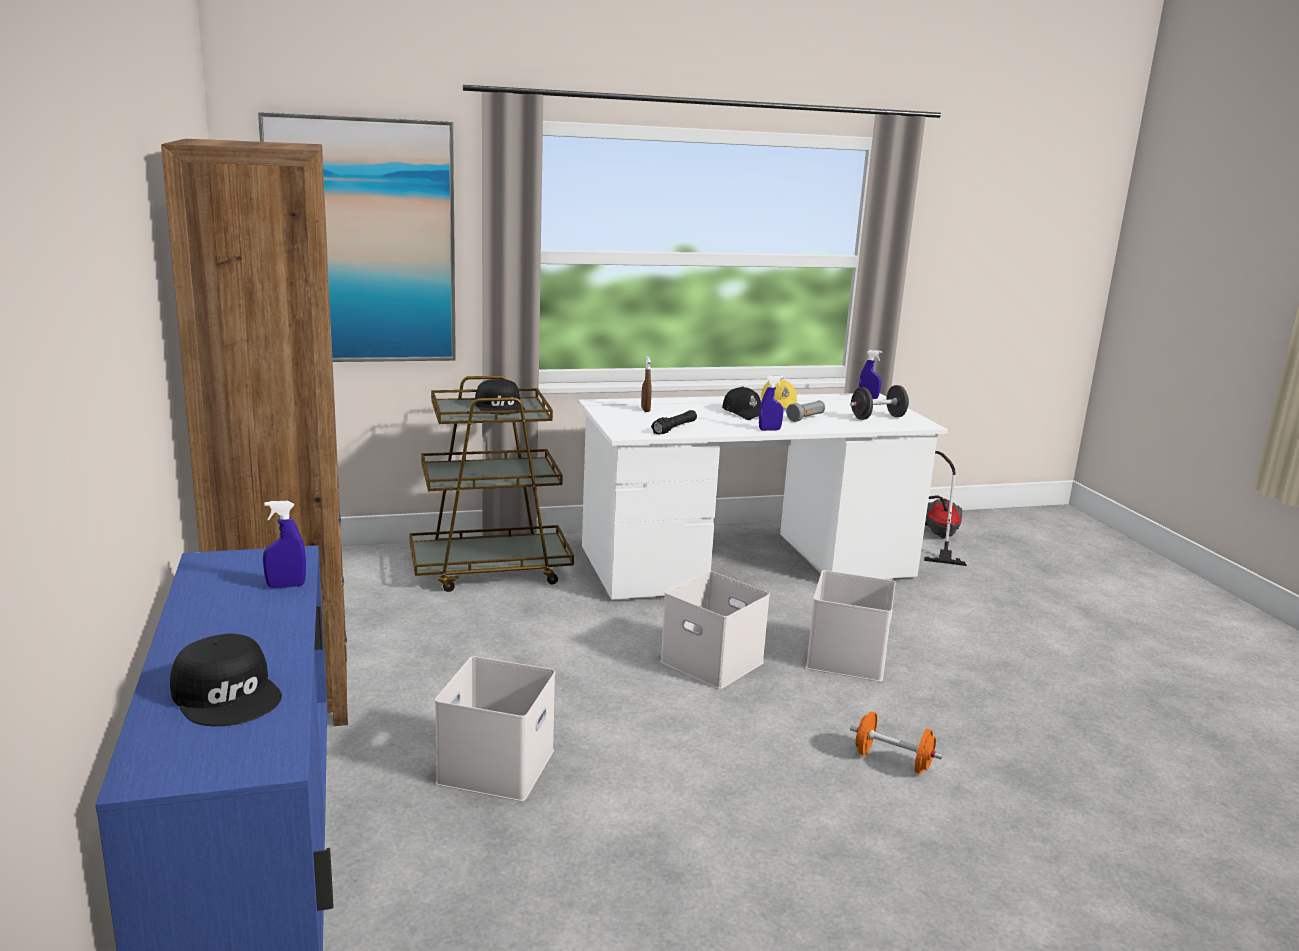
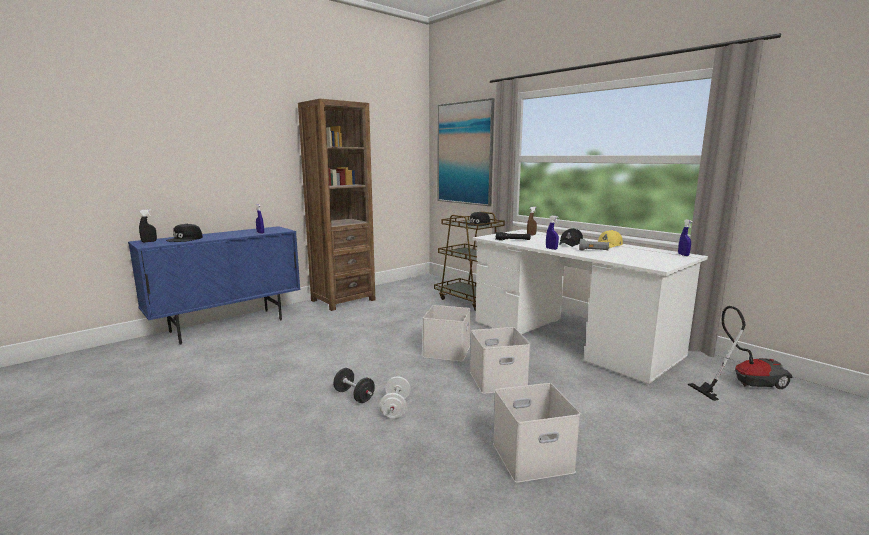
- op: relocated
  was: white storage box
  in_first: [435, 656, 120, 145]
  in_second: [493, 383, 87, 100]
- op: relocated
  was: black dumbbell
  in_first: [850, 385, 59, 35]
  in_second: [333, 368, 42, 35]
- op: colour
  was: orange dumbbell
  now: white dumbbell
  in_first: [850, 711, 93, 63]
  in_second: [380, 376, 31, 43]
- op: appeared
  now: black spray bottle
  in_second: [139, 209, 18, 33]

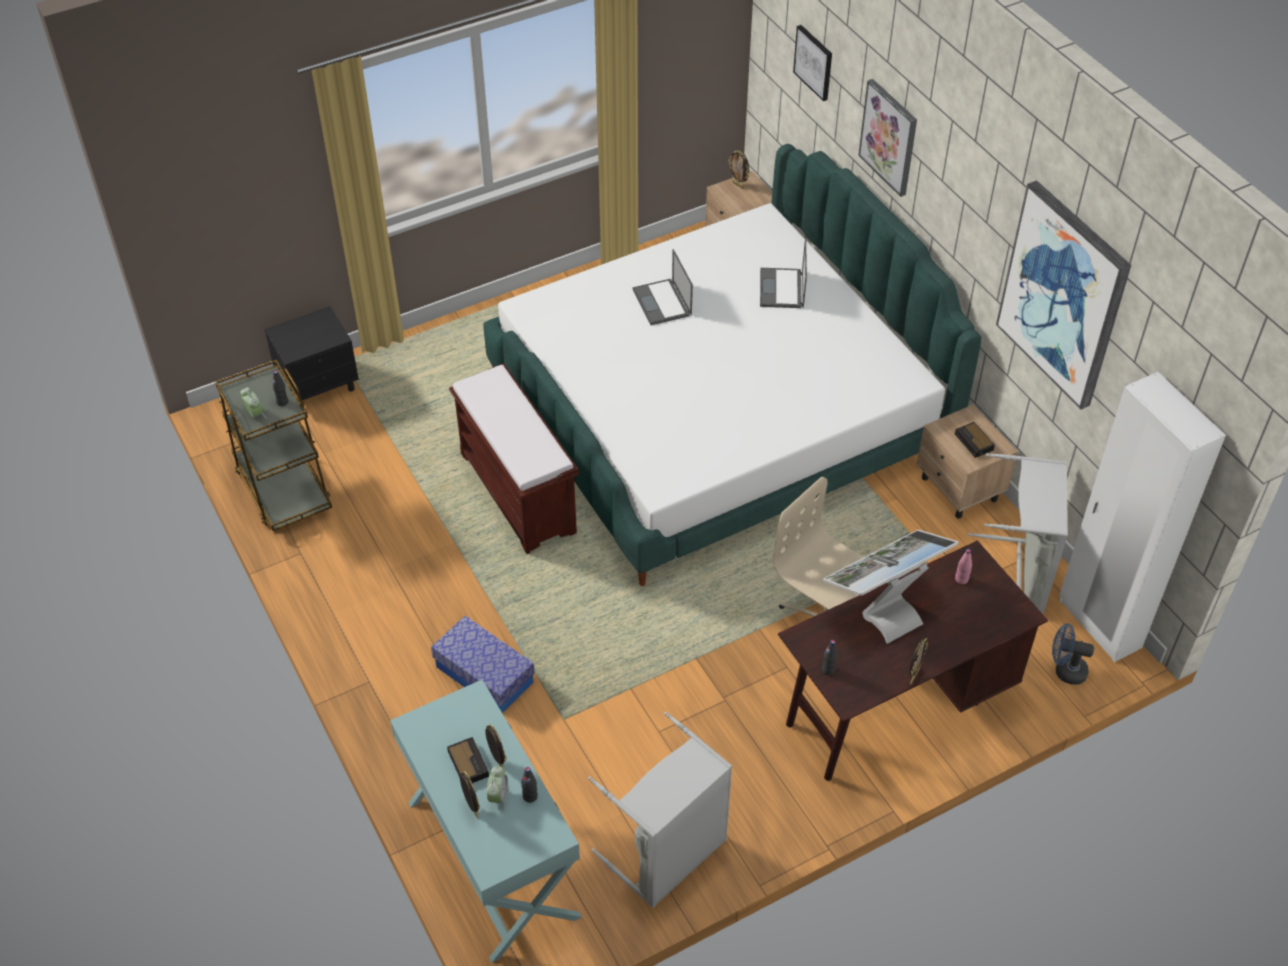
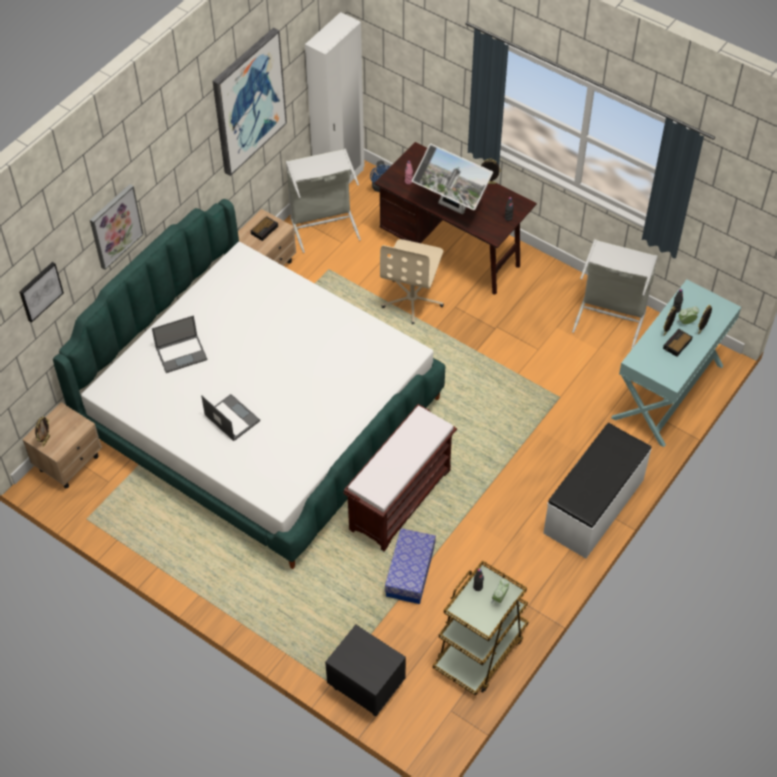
- op: relocated
  was: storage box
  in_first: [431, 616, 104, 97]
  in_second: [385, 528, 51, 76]
- op: spun
  was: laptop
  in_first: [632, 249, 61, 76]
  in_second: [201, 394, 59, 47]
  clockwise: -90
- op: appeared
  now: white bench
  in_second: [543, 423, 108, 136]

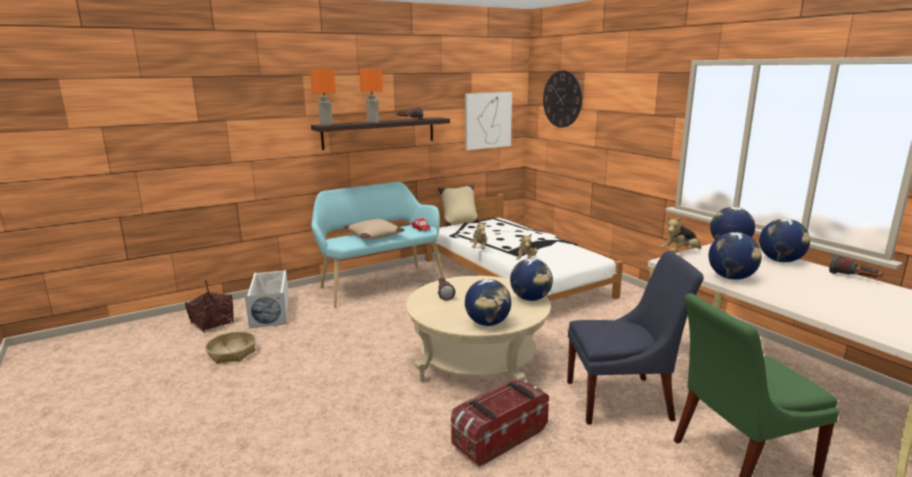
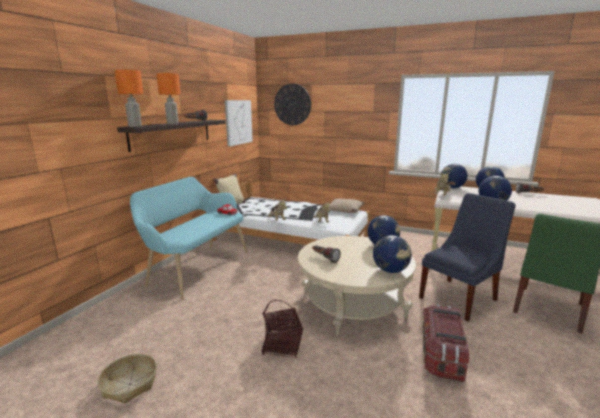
- op: relocated
  was: basket
  in_first: [185, 280, 49, 53]
  in_second: [262, 300, 41, 58]
- op: missing
  was: white storage box
  in_first: [245, 270, 44, 58]
- op: relocated
  was: beige pillow
  in_first: [344, 219, 61, 21]
  in_second: [329, 199, 36, 14]

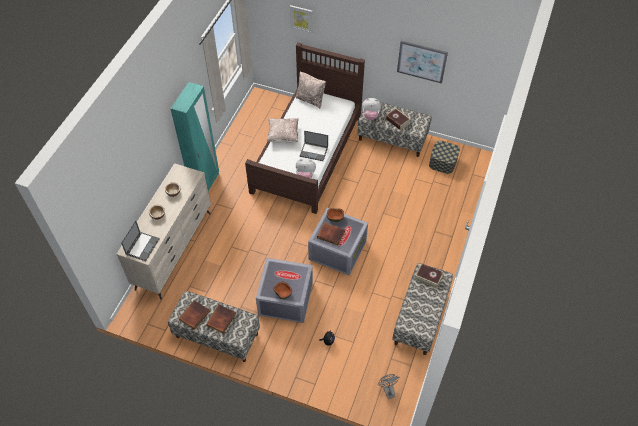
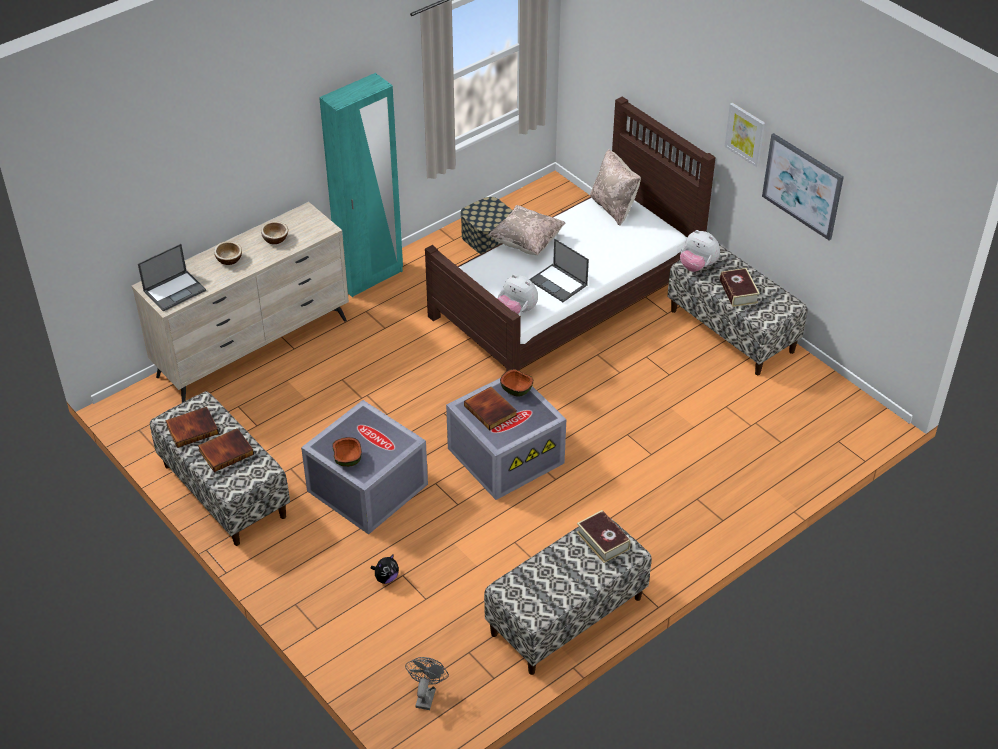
- op: relocated
  was: picture
  in_first: [290, 5, 23, 28]
  in_second: [724, 103, 41, 64]
- op: relocated
  was: storage box
  in_first: [429, 141, 31, 33]
  in_second: [460, 197, 53, 57]

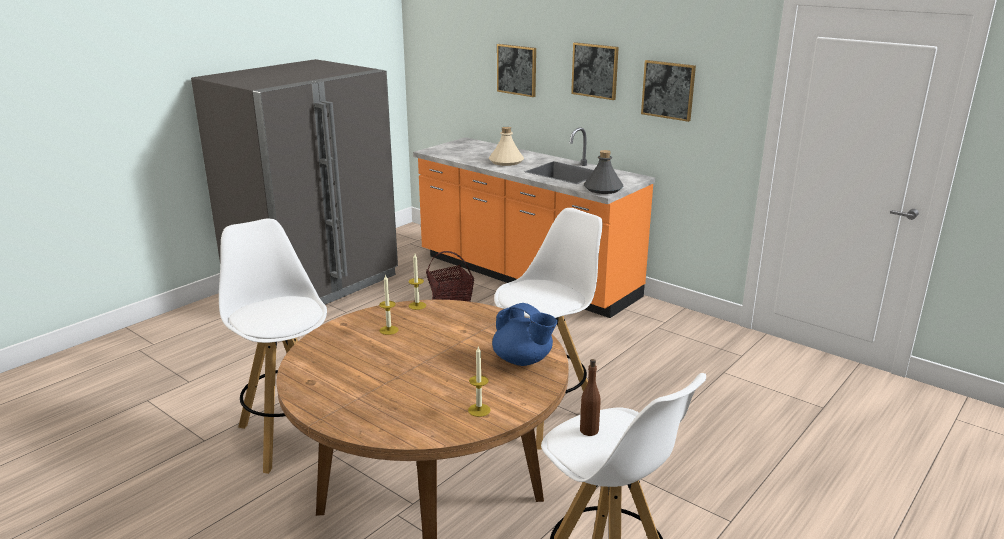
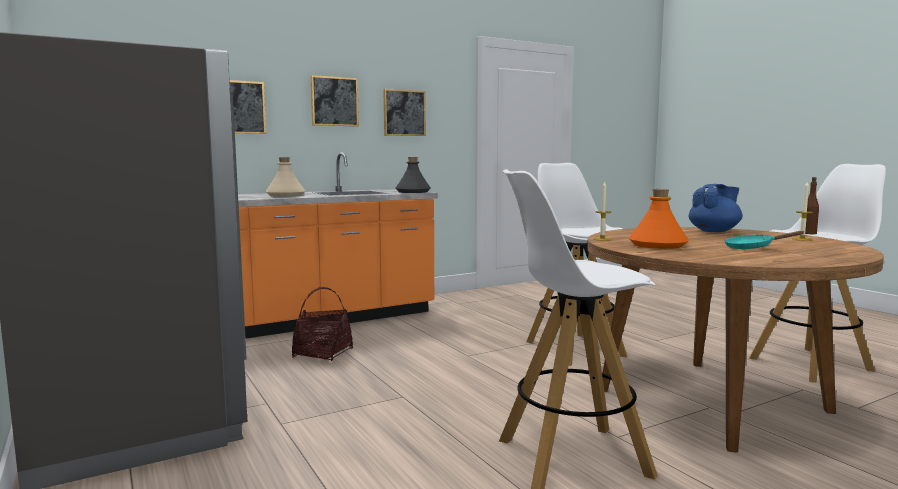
- op: exchanged
  was: candle
  now: orange bottle
  in_first: [379, 274, 20, 61]
  in_second: [629, 189, 60, 60]
- op: appeared
  now: turquoise frying pan
  in_second: [725, 231, 80, 18]

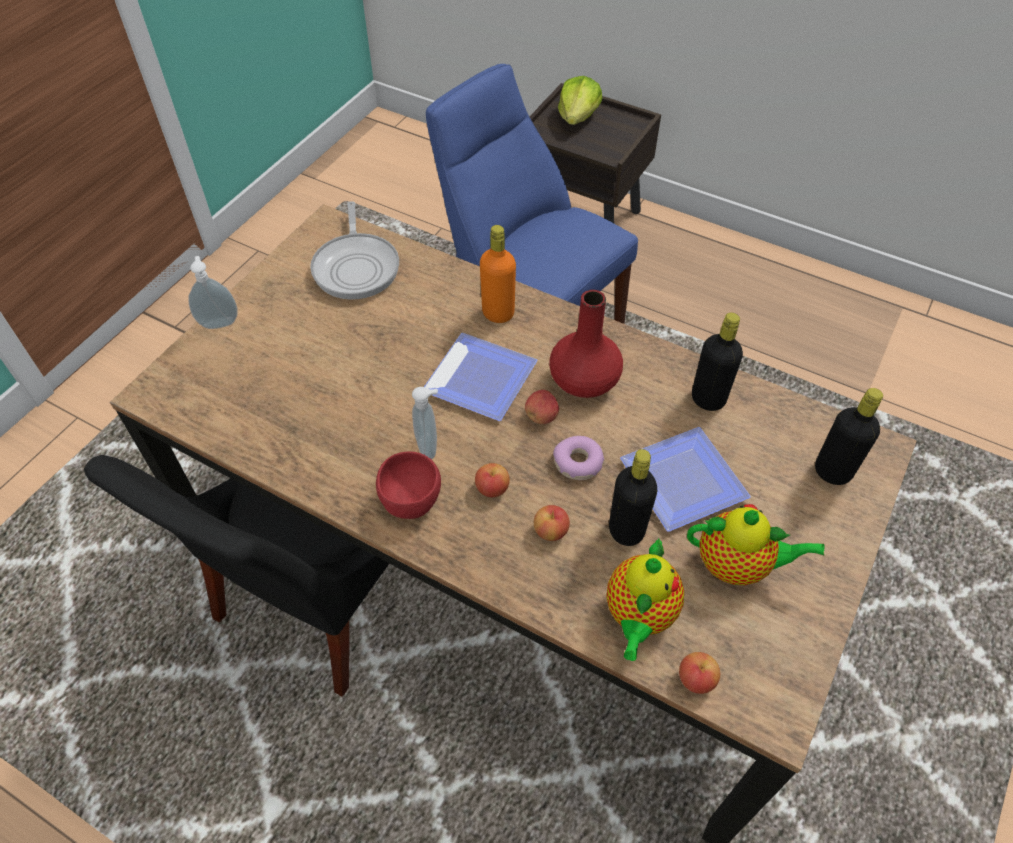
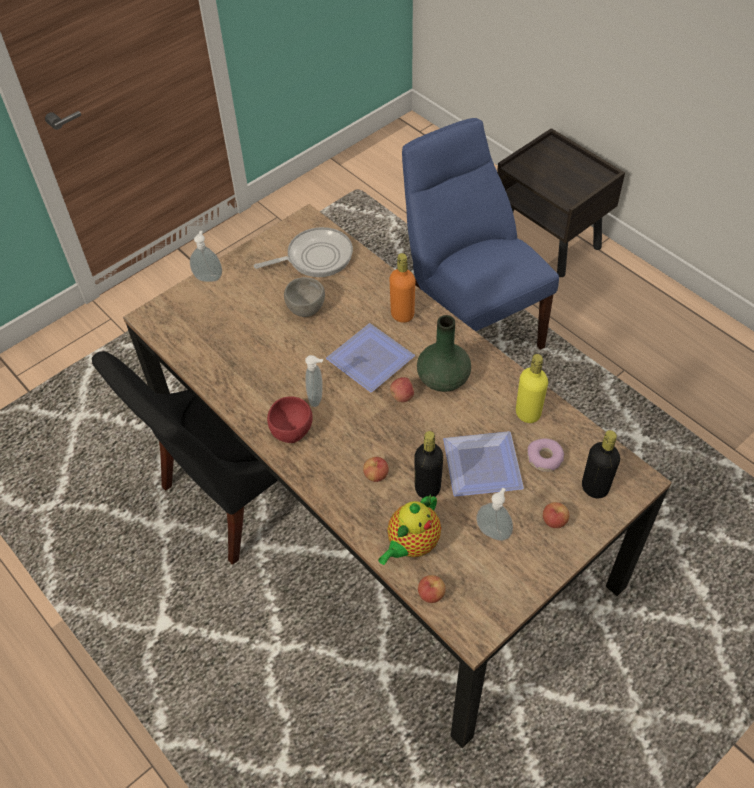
- op: spun
  was: frying pan
  in_first: [310, 201, 89, 99]
  in_second: [254, 227, 99, 50]
  clockwise: -120
- op: relocated
  was: apple
  in_first: [475, 463, 35, 34]
  in_second: [543, 502, 26, 26]
- op: colour
  was: red vase
  now: green vase
  in_first: [549, 290, 74, 108]
  in_second: [417, 315, 54, 77]
- op: relocated
  was: donut
  in_first: [553, 436, 51, 44]
  in_second: [527, 439, 37, 33]
- op: missing
  was: lettuce
  in_first: [558, 76, 44, 49]
- op: exchanged
  was: teapot
  now: soap dispenser
  in_first: [687, 504, 138, 81]
  in_second: [476, 488, 37, 53]
- op: colour
  was: black bottle
  now: yellow bottle
  in_first: [692, 313, 51, 98]
  in_second: [516, 354, 32, 69]
- op: appeared
  now: grey bowl
  in_second: [284, 277, 41, 40]

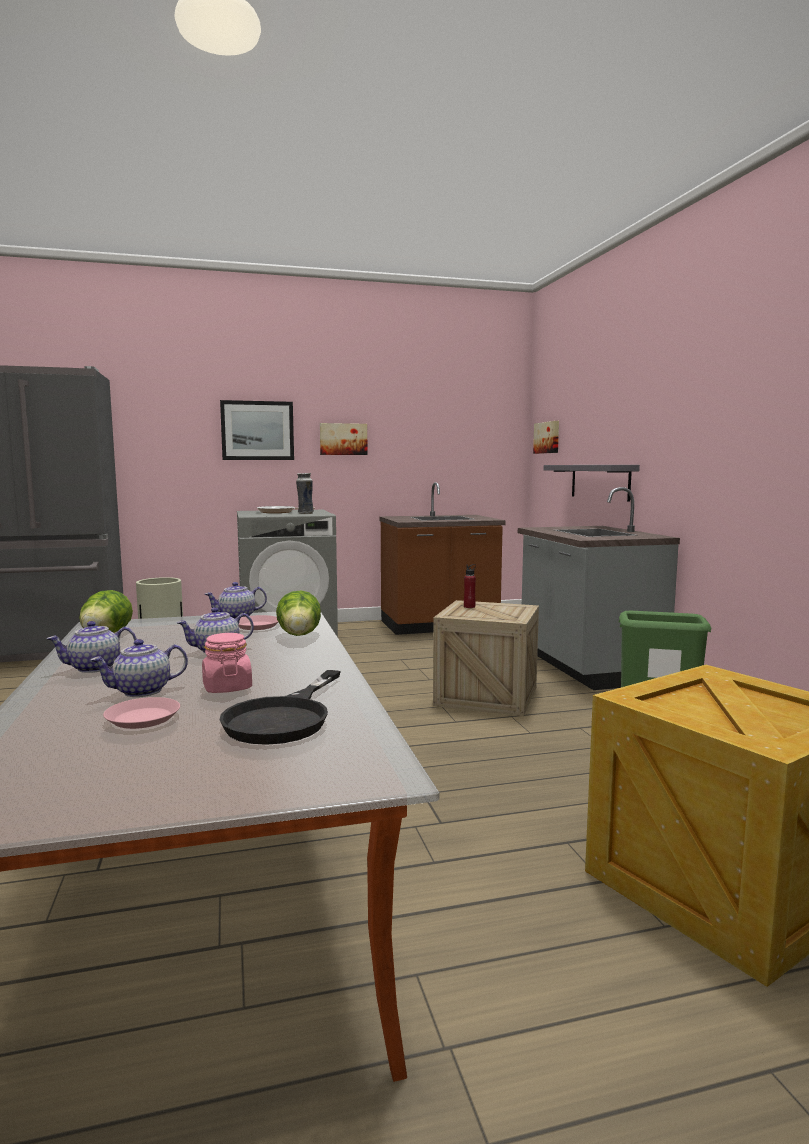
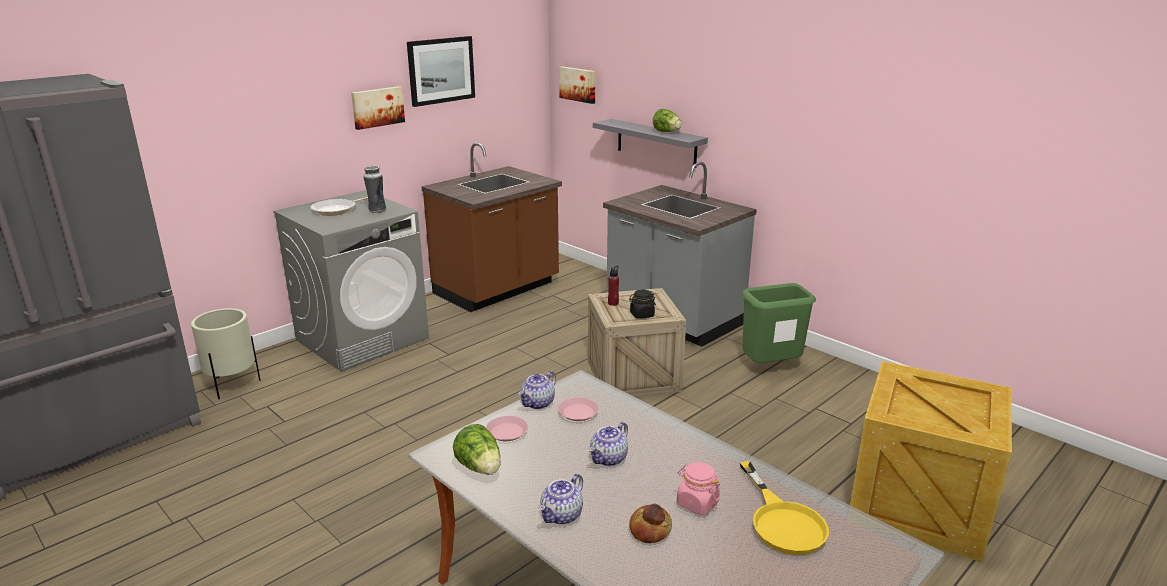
- op: exchanged
  was: teapot
  now: bread
  in_first: [90, 639, 98, 58]
  in_second: [629, 504, 43, 39]
- op: relocated
  was: pink plate
  in_first: [103, 697, 77, 32]
  in_second: [486, 416, 42, 25]
- op: relocated
  was: picture
  in_first: [220, 400, 74, 60]
  in_second: [407, 36, 68, 71]
- op: colour
  was: black frying pan
  now: yellow frying pan
  in_first: [220, 670, 121, 75]
  in_second: [740, 461, 89, 94]
- op: relocated
  was: lettuce
  in_first: [276, 590, 45, 46]
  in_second: [653, 109, 29, 23]
- op: appeared
  now: black jar
  in_second: [629, 290, 27, 29]

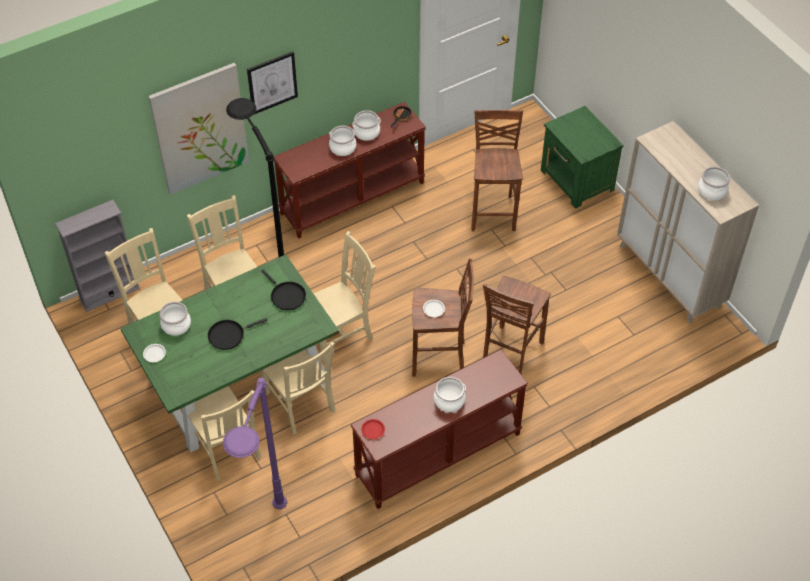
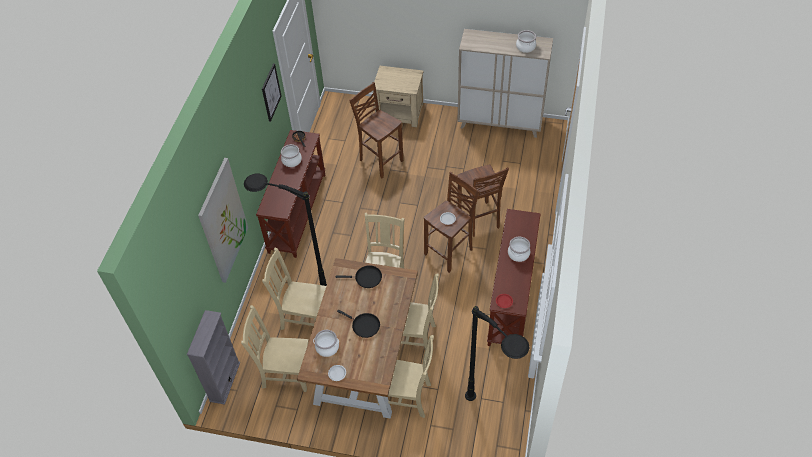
- op: colour
  was: green dining table
  now: brown dining table
  in_first: [120, 255, 219, 198]
  in_second: [297, 258, 121, 161]
- op: spun
  was: black frying pan
  in_first: [208, 318, 60, 32]
  in_second: [337, 310, 43, 28]
  clockwise: -75
- op: colour
  was: purple floor lamp
  now: black floor lamp
  in_first: [223, 377, 64, 132]
  in_second: [465, 306, 65, 95]
- op: relocated
  was: picture
  in_first: [247, 51, 51, 63]
  in_second: [262, 63, 20, 59]
- op: missing
  was: cooking pot
  in_first: [329, 126, 27, 30]
- op: colour
  was: green nightstand
  now: beige nightstand
  in_first: [541, 106, 83, 103]
  in_second: [373, 66, 51, 61]

